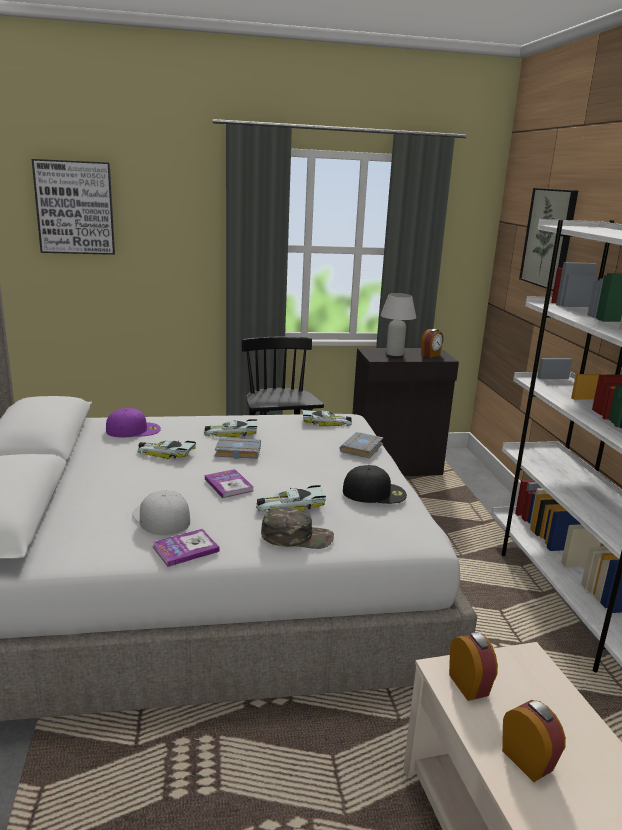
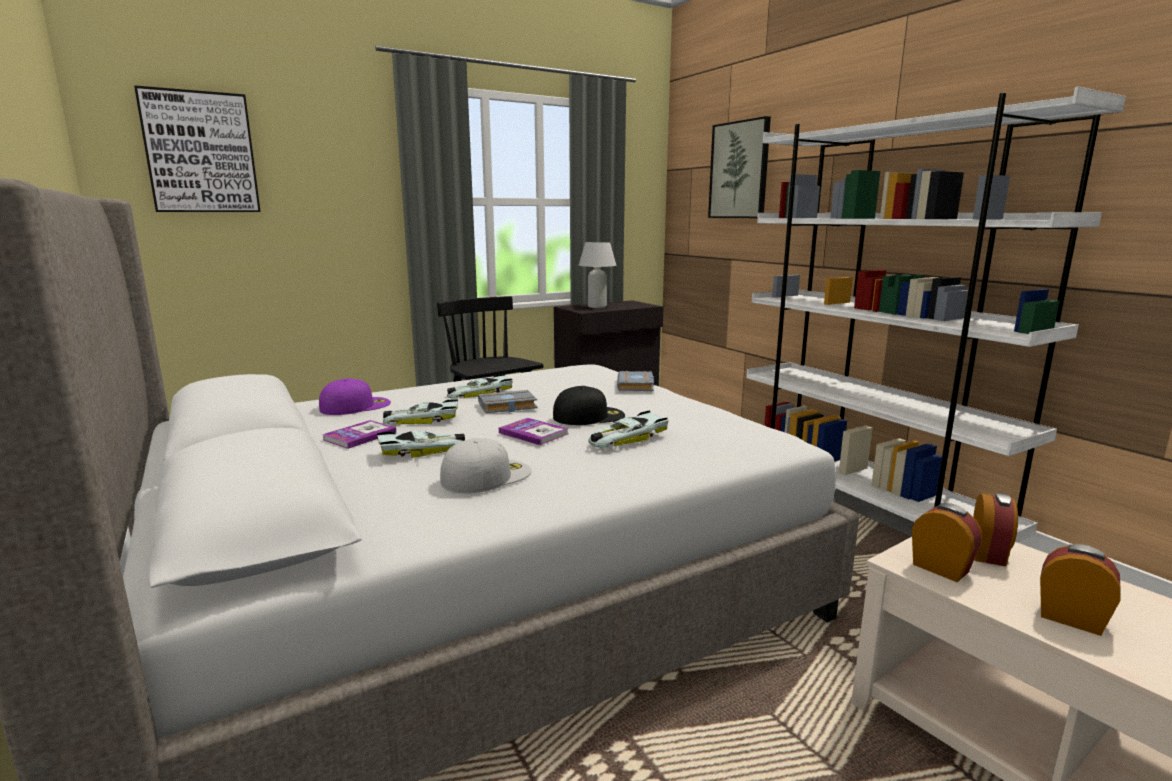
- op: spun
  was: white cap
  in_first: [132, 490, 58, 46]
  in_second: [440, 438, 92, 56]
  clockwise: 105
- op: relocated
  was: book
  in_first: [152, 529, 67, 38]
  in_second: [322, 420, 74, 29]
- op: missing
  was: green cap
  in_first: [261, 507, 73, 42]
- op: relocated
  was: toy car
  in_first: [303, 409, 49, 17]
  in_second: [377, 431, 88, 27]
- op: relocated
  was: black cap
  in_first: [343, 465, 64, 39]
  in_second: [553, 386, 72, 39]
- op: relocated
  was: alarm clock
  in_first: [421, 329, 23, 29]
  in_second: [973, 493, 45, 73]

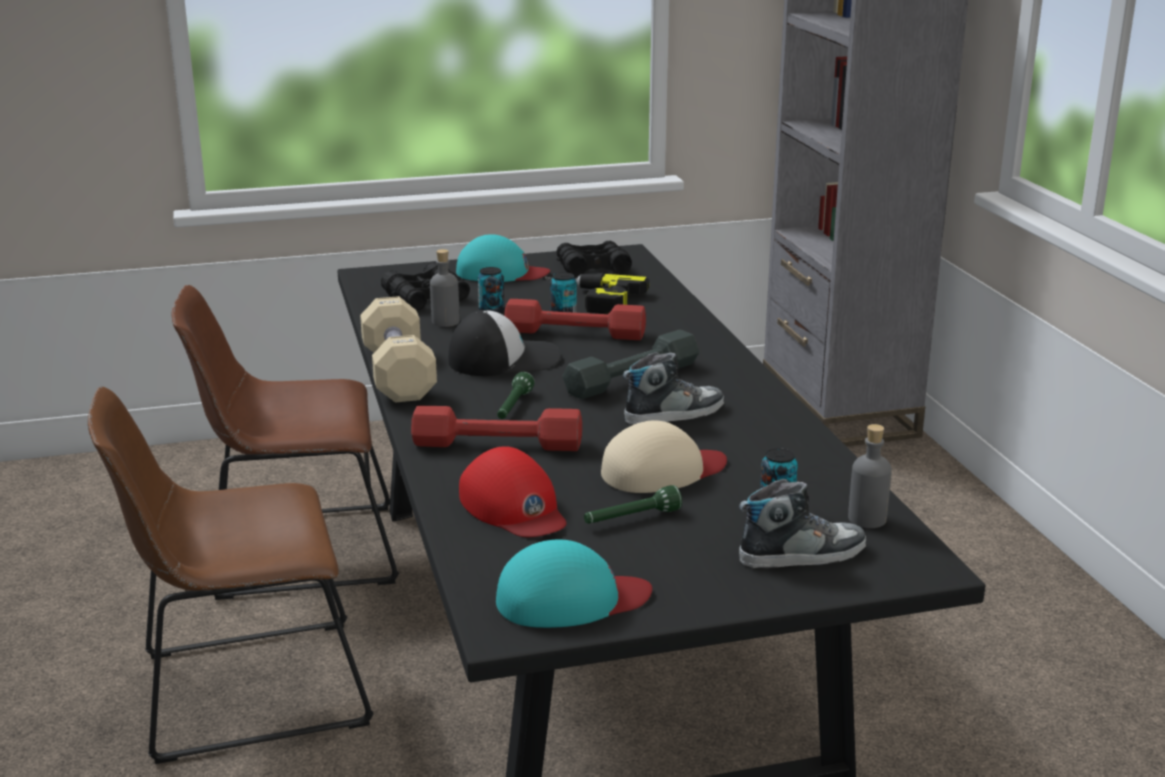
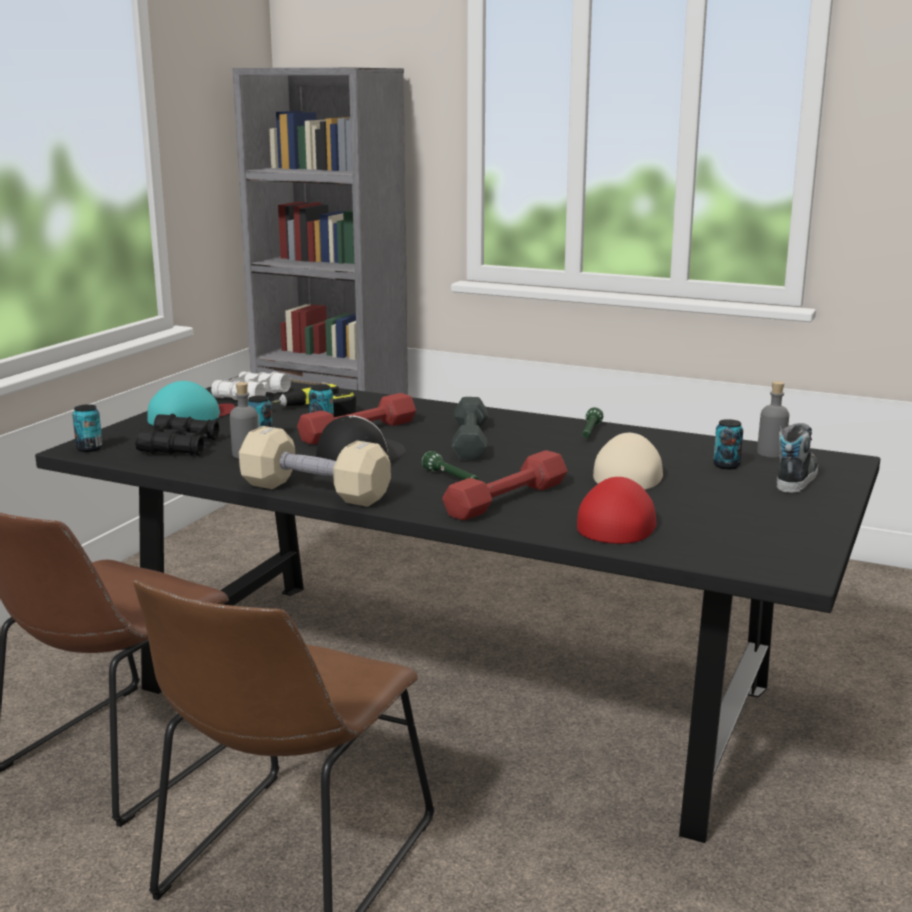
- op: spun
  was: red cap
  in_first: [459, 446, 108, 91]
  in_second: [577, 477, 79, 67]
  clockwise: -75
- op: missing
  was: turquoise cap
  in_first: [496, 539, 156, 89]
- op: colour
  was: black binoculars
  now: white binoculars
  in_first: [556, 241, 76, 35]
  in_second: [211, 371, 80, 30]
- op: relocated
  was: green flashlight
  in_first: [584, 485, 98, 39]
  in_second: [582, 407, 21, 31]
- op: missing
  was: shoe
  in_first: [623, 352, 101, 73]
- op: appeared
  now: can
  in_second: [73, 404, 30, 48]

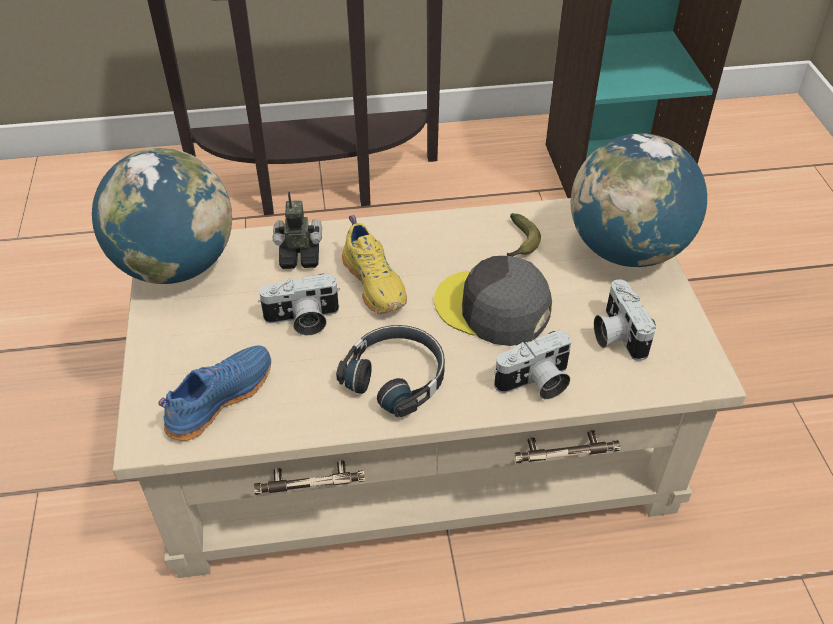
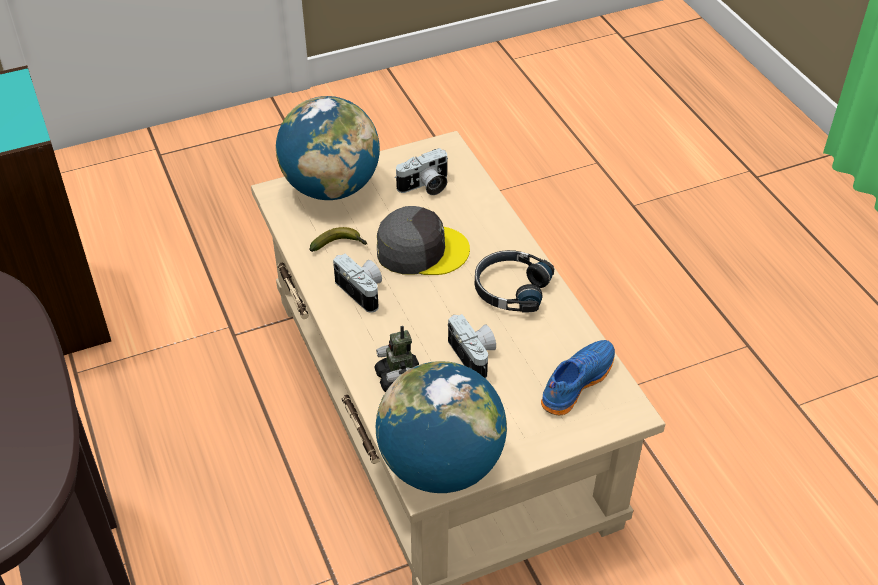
- op: spun
  was: blue shoe
  in_first: [158, 345, 113, 96]
  in_second: [541, 340, 74, 75]
  clockwise: 105
- op: missing
  was: yellow shoe
  in_first: [342, 215, 65, 99]
- op: spun
  was: grey cap
  in_first: [434, 256, 118, 90]
  in_second: [377, 206, 93, 69]
  clockwise: -105
- op: relocated
  was: photo camera
  in_first: [494, 330, 78, 69]
  in_second: [333, 254, 49, 59]

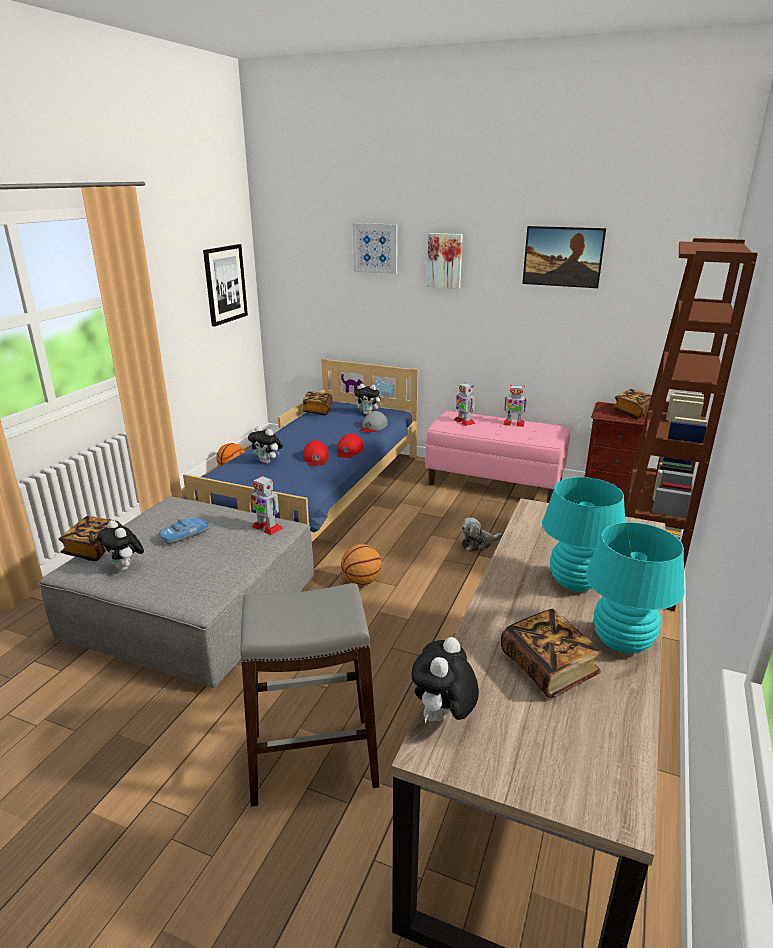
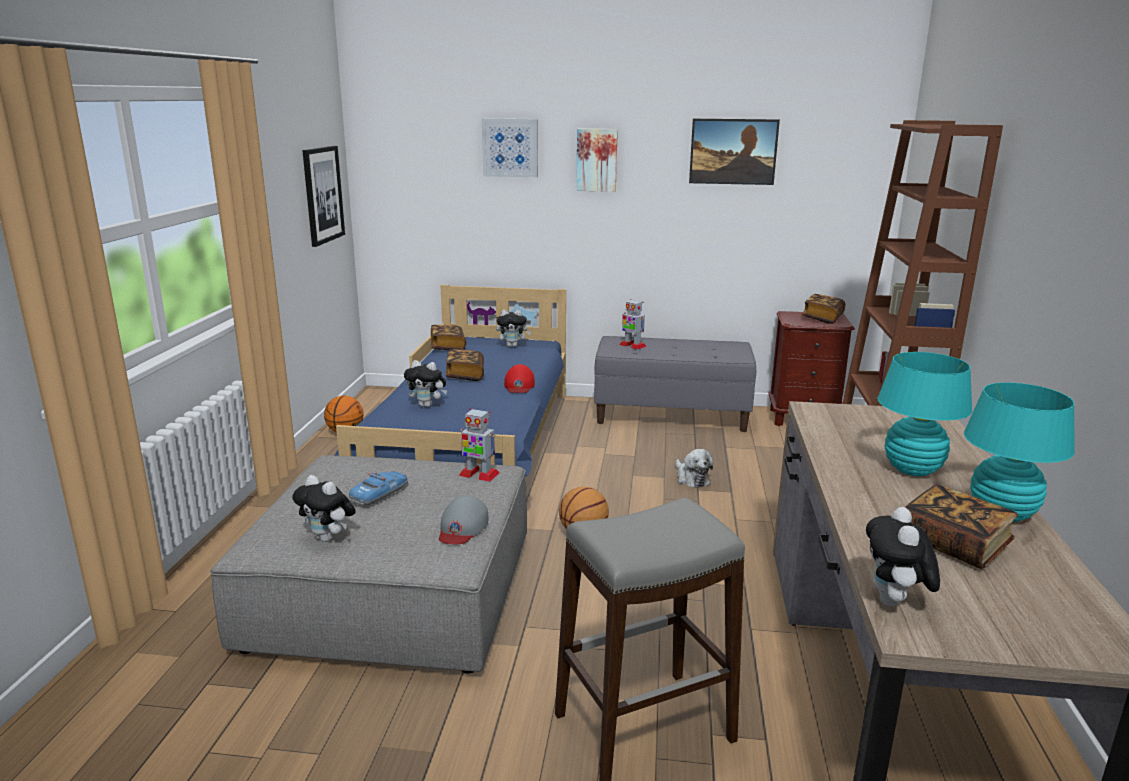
- op: relocated
  was: book
  in_first: [58, 516, 64, 45]
  in_second: [445, 349, 39, 32]
- op: missing
  was: red cap
  in_first: [303, 440, 26, 26]
- op: relocated
  was: grey cap
  in_first: [360, 411, 27, 22]
  in_second: [439, 495, 49, 49]
- op: colour
  was: pink bench
  now: grey bench
  in_first: [425, 411, 145, 92]
  in_second: [594, 336, 162, 96]
- op: spun
  was: plush toy
  in_first: [461, 517, 41, 35]
  in_second: [675, 449, 38, 39]
  clockwise: -75
- op: missing
  was: toy robot
  in_first: [503, 385, 24, 42]

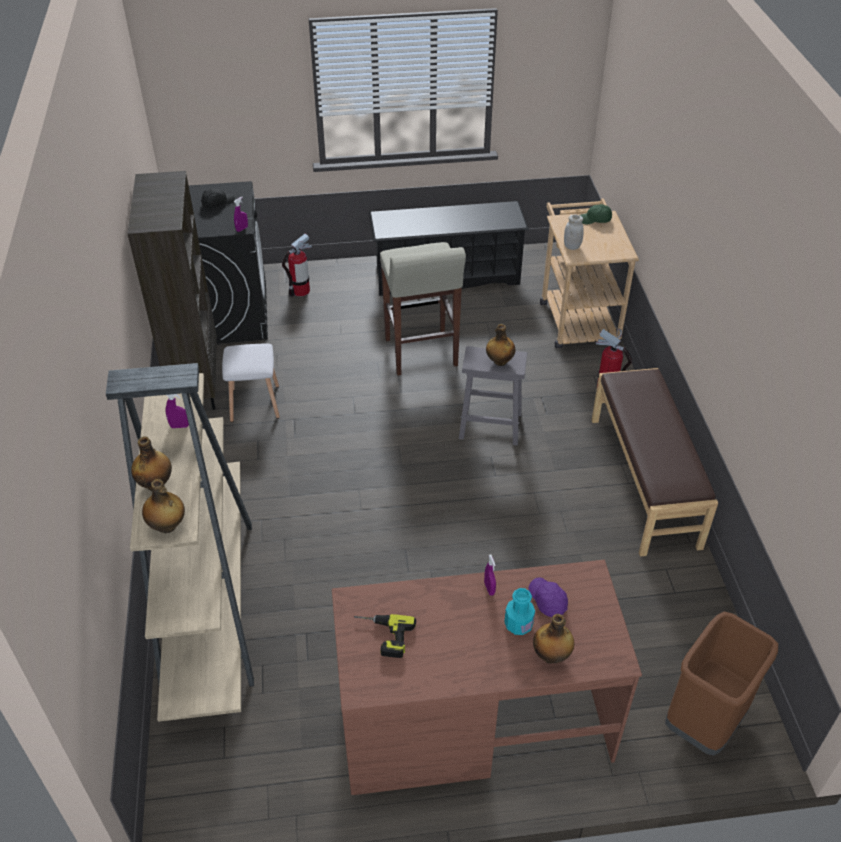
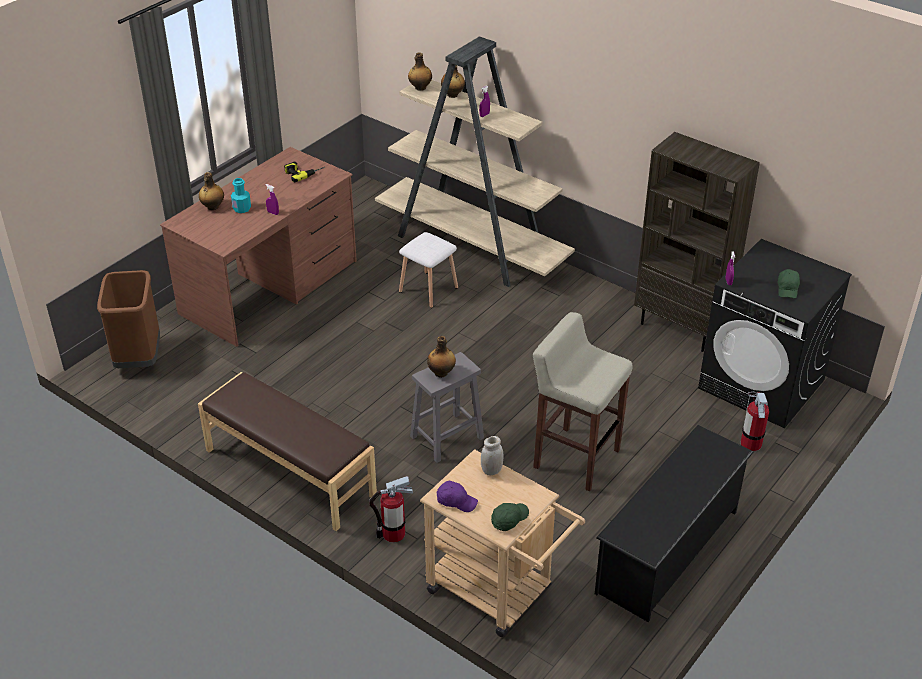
- op: colour
  was: black cap
  now: green cap
  in_first: [201, 188, 34, 21]
  in_second: [778, 269, 22, 30]
- op: relocated
  was: white stool
  in_first: [222, 343, 58, 79]
  in_second: [399, 232, 59, 76]
- op: relocated
  was: purple cap
  in_first: [529, 577, 39, 40]
  in_second: [437, 481, 41, 31]

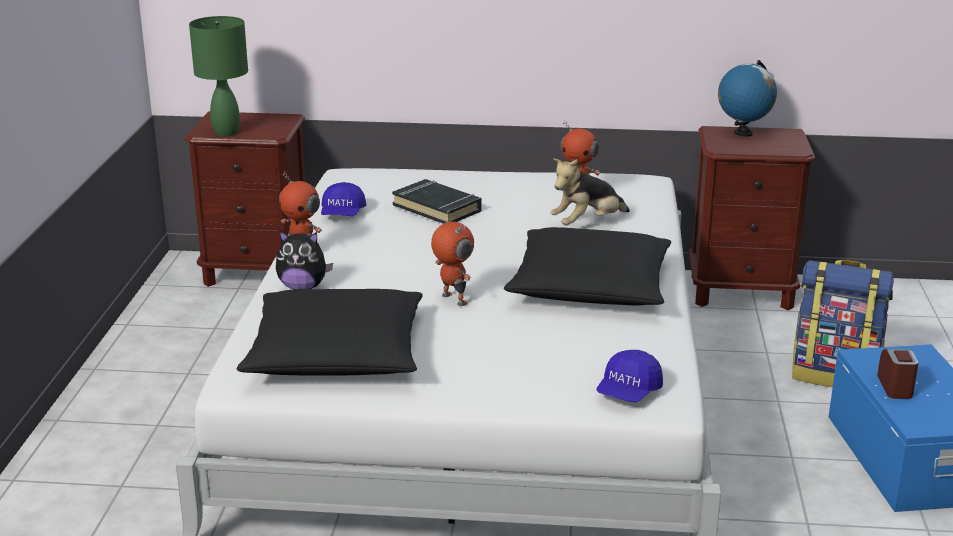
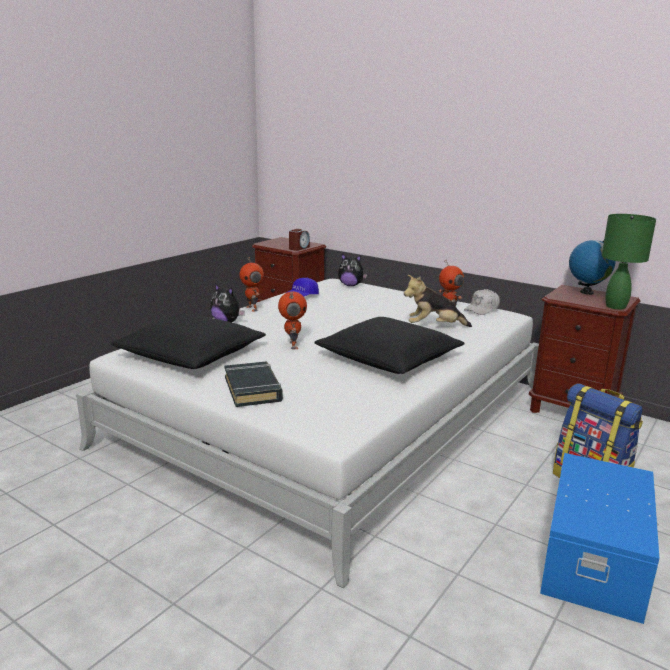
- op: relocated
  was: green table lamp
  in_first: [189, 16, 59, 120]
  in_second: [602, 214, 54, 96]
- op: relocated
  was: black book
  in_first: [392, 179, 89, 45]
  in_second: [224, 361, 59, 46]
- op: missing
  was: blue cap
  in_first: [596, 350, 67, 52]
- op: relocated
  was: alarm clock
  in_first: [877, 349, 41, 50]
  in_second: [289, 229, 21, 22]
- op: appeared
  now: plush toy
  in_second: [338, 254, 29, 32]
- op: appeared
  now: white cap
  in_second: [464, 289, 36, 26]

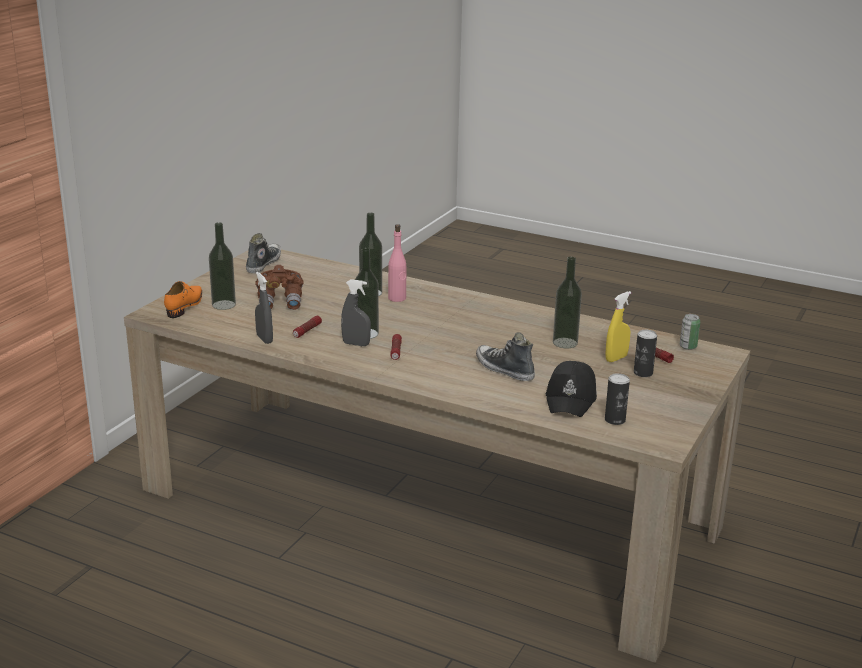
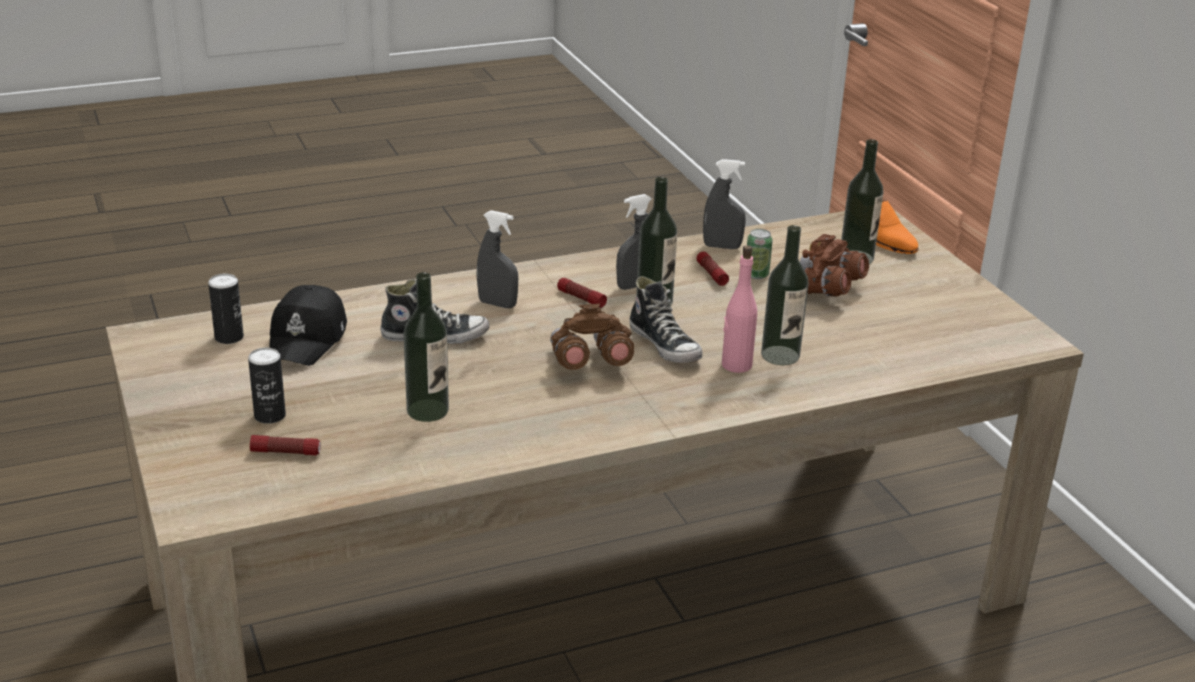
- op: relocated
  was: shoe
  in_first: [246, 233, 35, 41]
  in_second: [629, 276, 74, 87]
- op: spun
  was: black cap
  in_first: [546, 361, 51, 56]
  in_second: [269, 285, 78, 81]
  clockwise: -135
- op: missing
  was: yellow spray bottle
  in_first: [605, 291, 26, 71]
- op: relocated
  was: can
  in_first: [680, 314, 20, 36]
  in_second: [747, 229, 26, 50]
- op: appeared
  now: grey spray bottle
  in_second: [477, 210, 41, 98]
- op: appeared
  now: brown binoculars
  in_second: [550, 304, 84, 66]

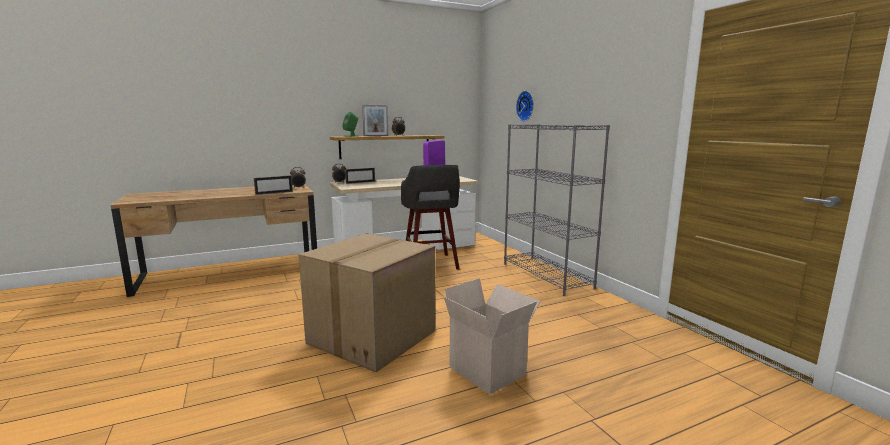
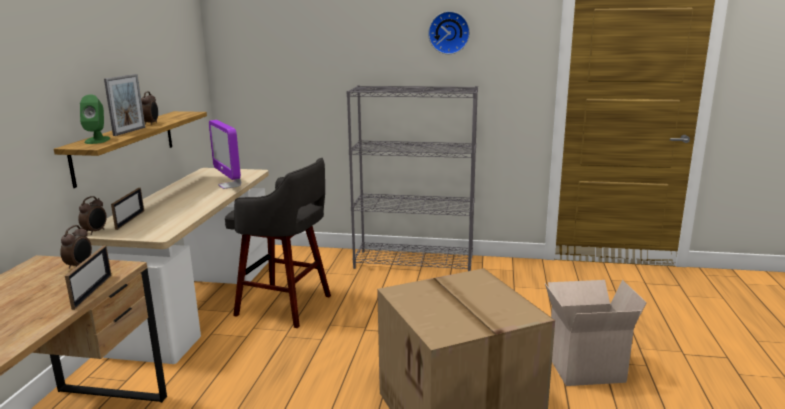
- op: relocated
  was: wall clock
  in_first: [516, 91, 18, 30]
  in_second: [428, 11, 42, 43]

